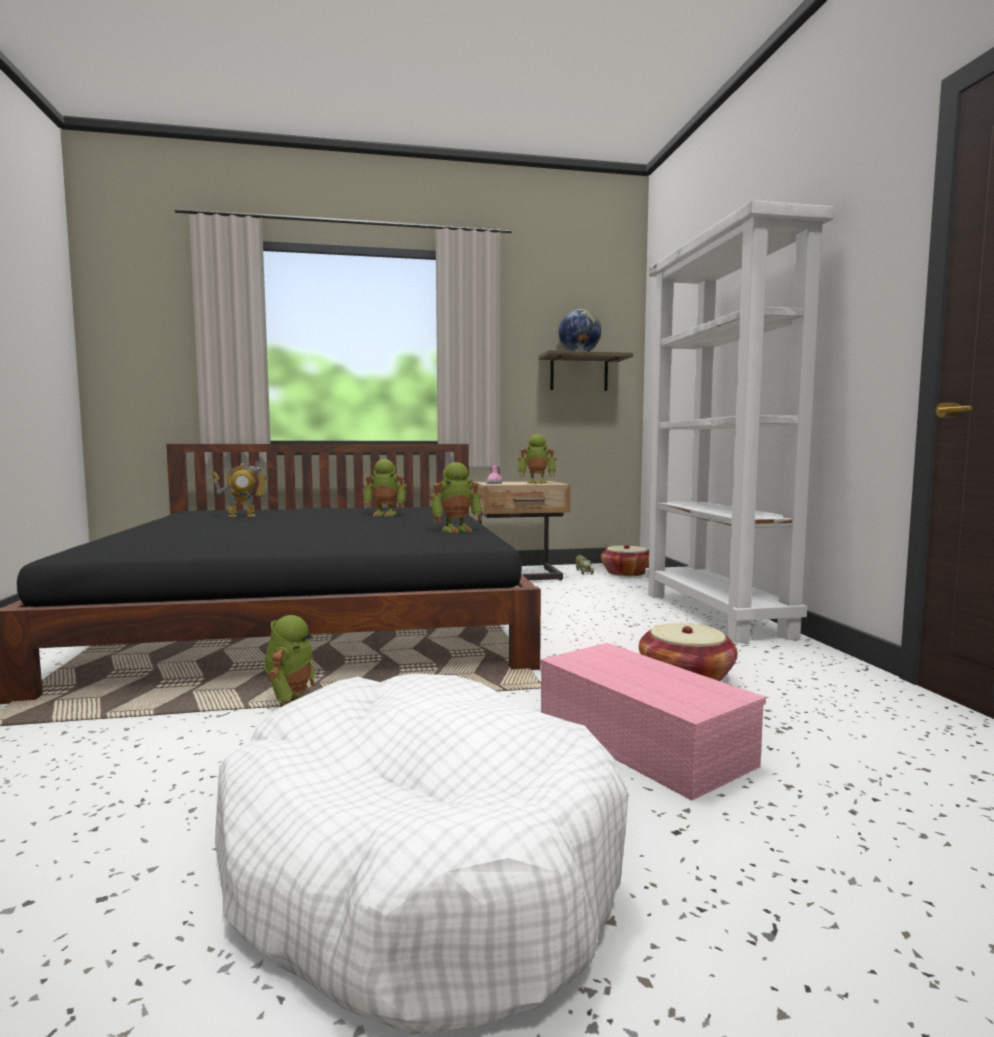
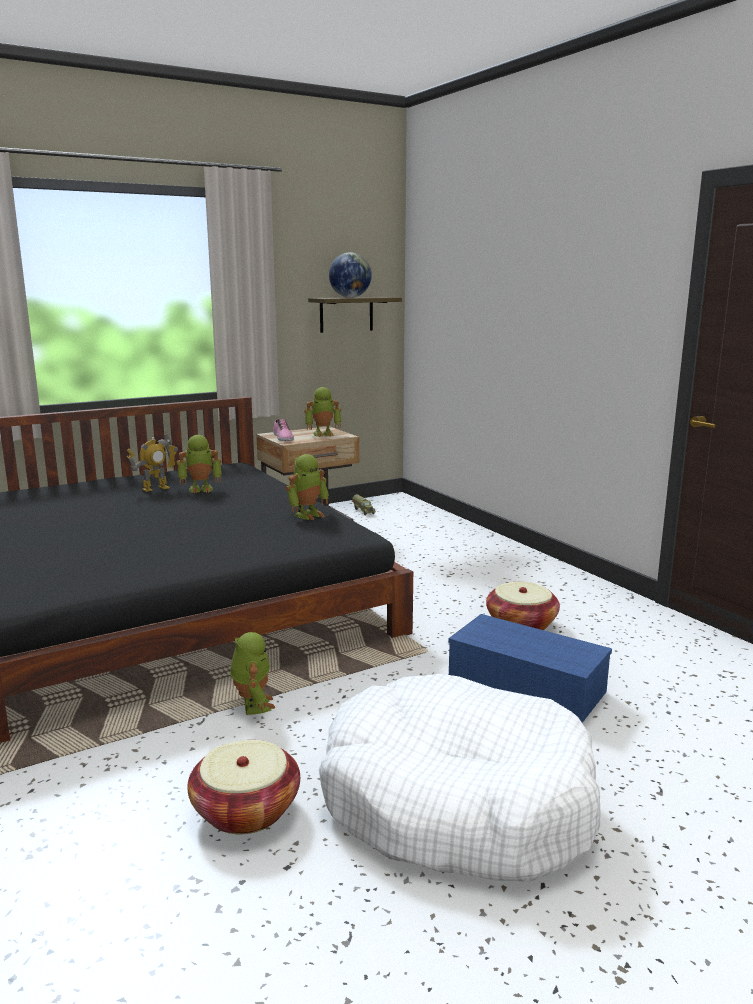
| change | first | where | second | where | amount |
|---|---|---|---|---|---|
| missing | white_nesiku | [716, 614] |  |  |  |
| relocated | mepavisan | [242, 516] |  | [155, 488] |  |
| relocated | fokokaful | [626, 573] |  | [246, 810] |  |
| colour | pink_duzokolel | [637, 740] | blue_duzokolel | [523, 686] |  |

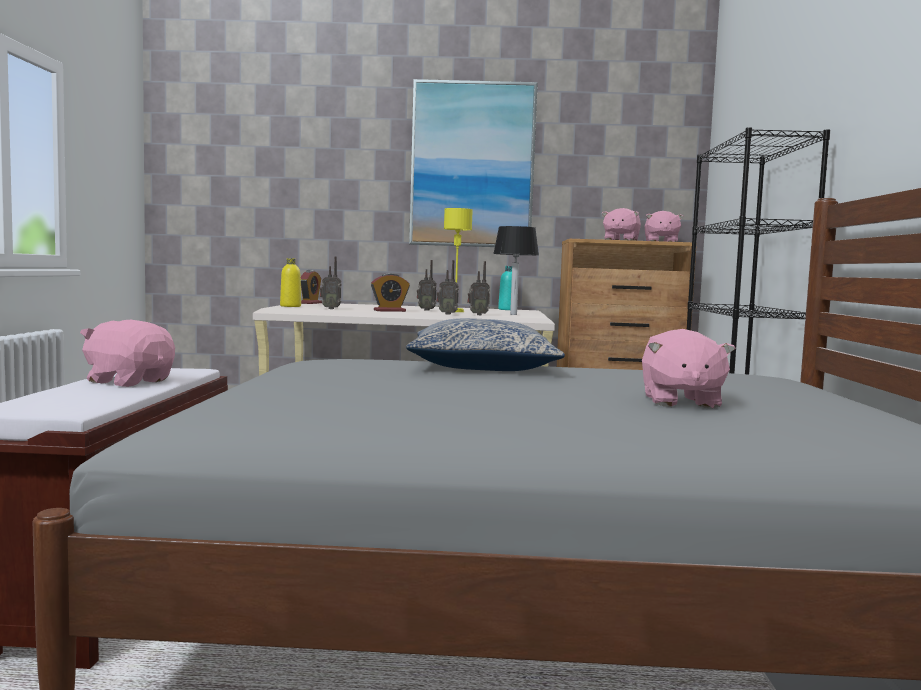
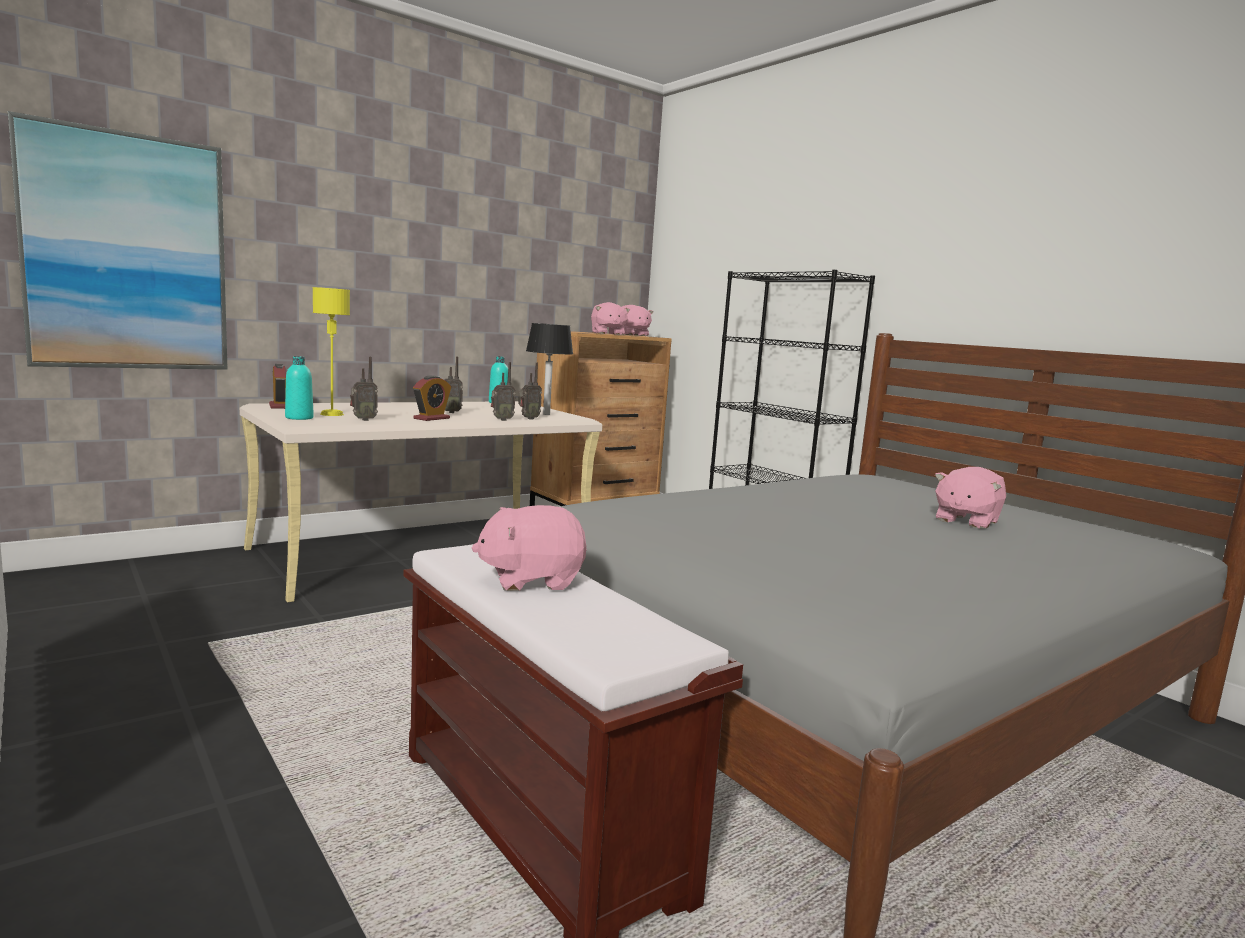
| change | first | where | second | where | amount |
|---|---|---|---|---|---|
| relocated | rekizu | [472, 165] |  | [127, 253] |  |
| relocated | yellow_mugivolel | [455, 311] |  | [332, 414] |  |
| colour | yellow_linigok | [290, 306] | turquoise_linigok | [299, 418] |  |
| missing | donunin | [482, 366] |  |  |  |
| spun | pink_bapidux | [680, 401] |  | [965, 521] | 75 degrees clockwise |

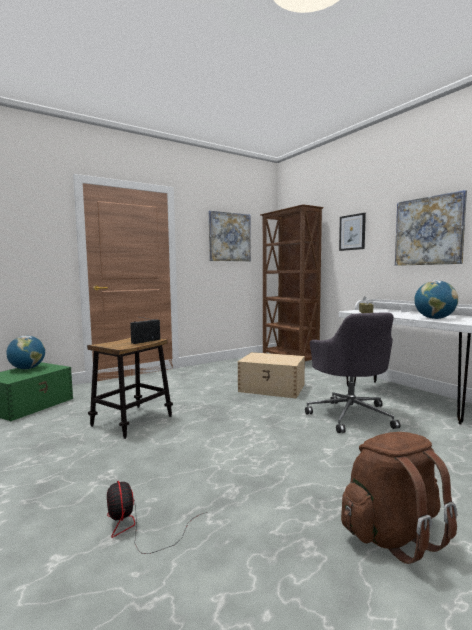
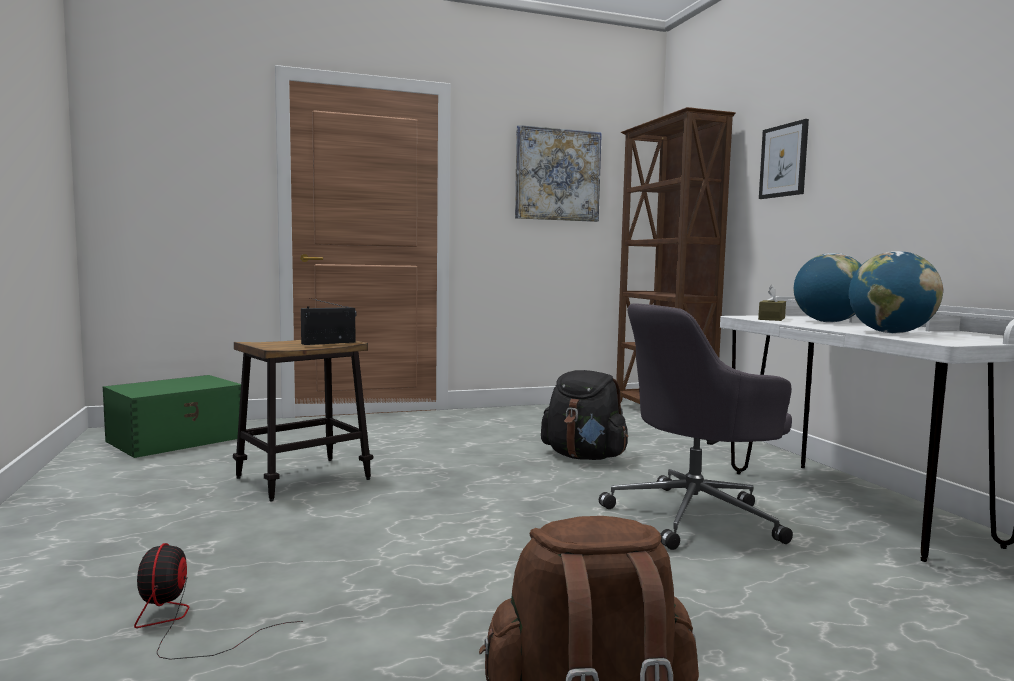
| change | first | where | second | where | amount |
|---|---|---|---|---|---|
| missing | rekizu | [428, 231] |  |  |  |
| spun | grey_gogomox | [350, 415] |  | [695, 516] | 60 degrees clockwise |
| relocated | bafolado | [27, 368] |  | [828, 322] |  |
| exchanged | beige_duzokolel | [272, 388] | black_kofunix | [584, 457] |  |

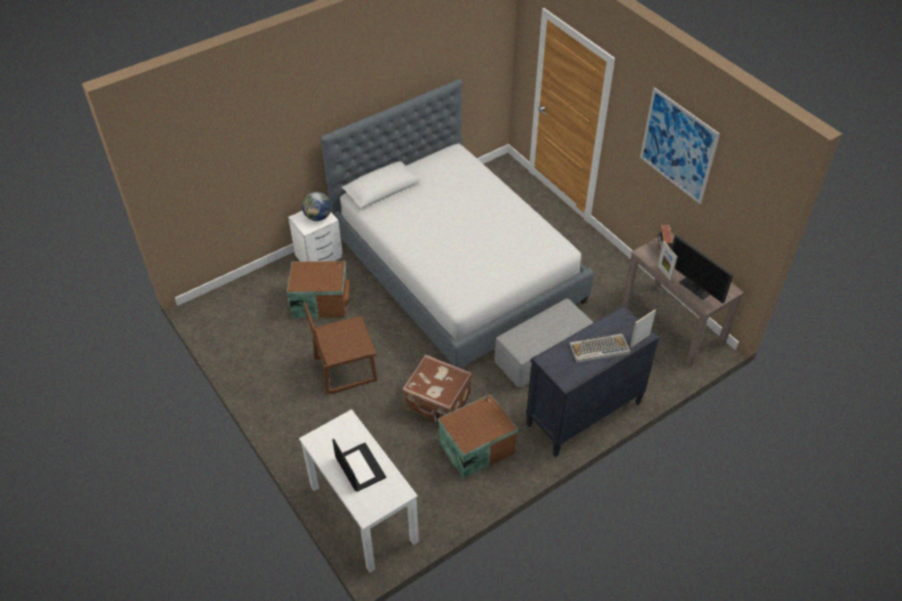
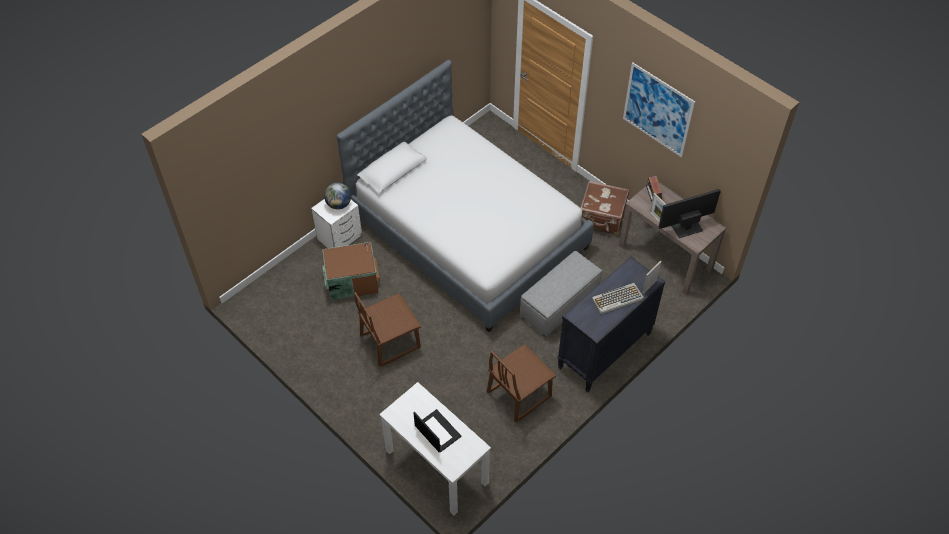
| change | first | where | second | where | amount |
|---|---|---|---|---|---|
| spun | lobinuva | [697, 286] |  | [686, 228] | 120 degrees clockwise |
| relocated | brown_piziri | [437, 404] |  | [602, 219] |  |
| exchanged | brown_duzokolel | [475, 447] | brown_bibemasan | [518, 394] |  |

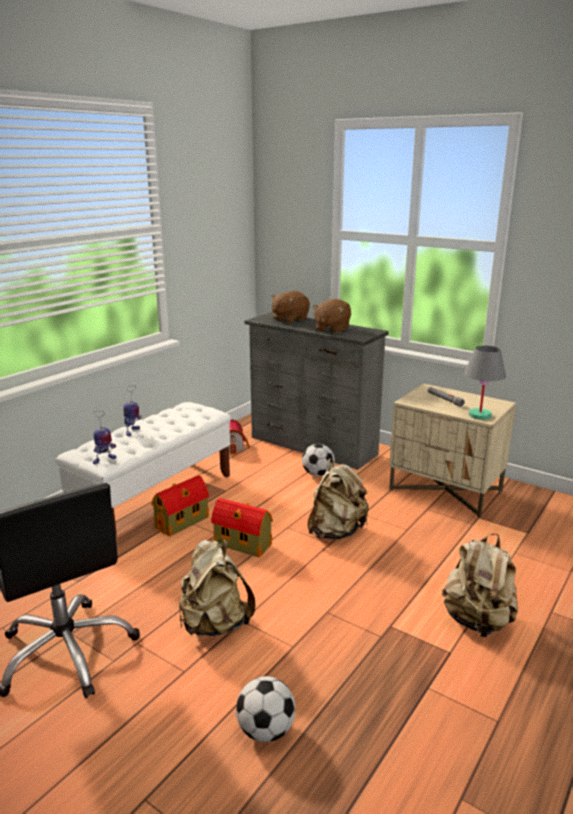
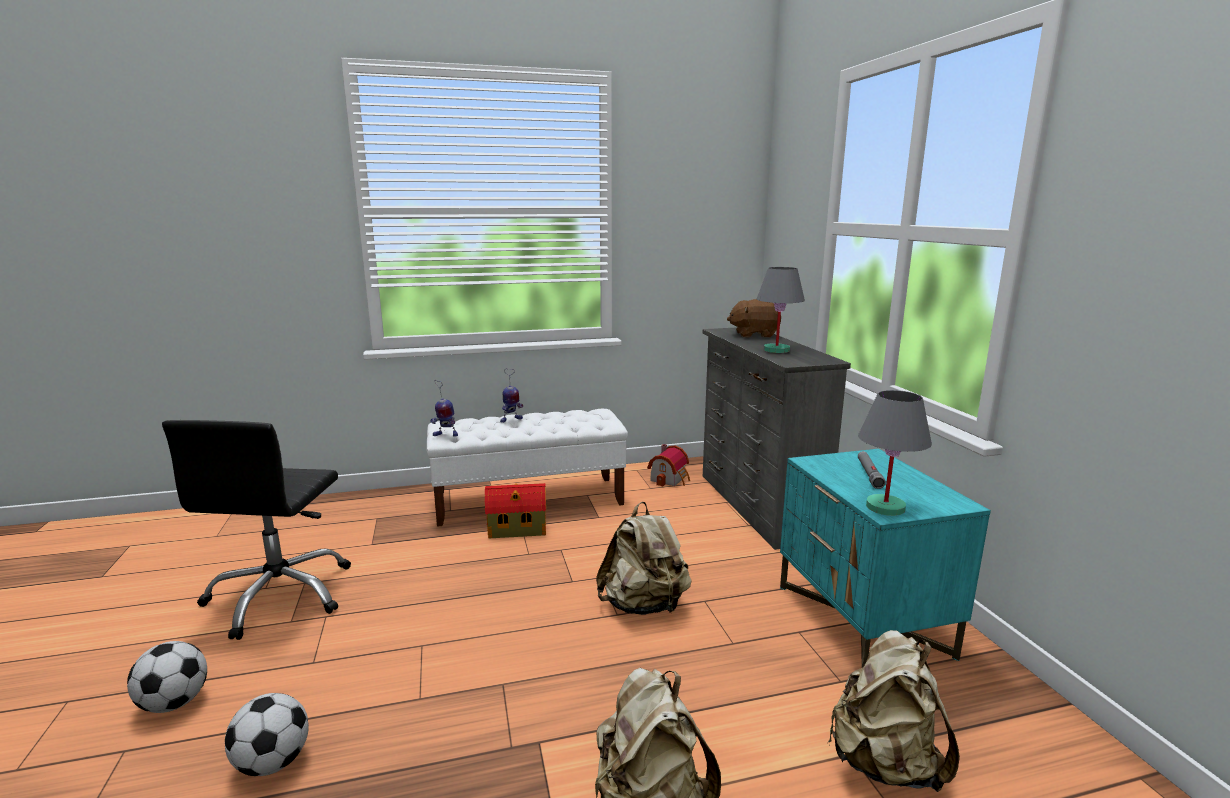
| change | first | where | second | where | amount |
|---|---|---|---|---|---|
| exchanged | brown_bapidux | [331, 329] | grey_mugivolel | [777, 350] |  |
| colour | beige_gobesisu | [446, 491] | turquoise_gobesisu | [863, 621] |  |
| relocated | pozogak | [317, 474] |  | [174, 703] |  |
| missing | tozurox | [244, 544] |  |  |  |
| relocated | beige_kofunix | [214, 624] |  | [884, 763] |  |

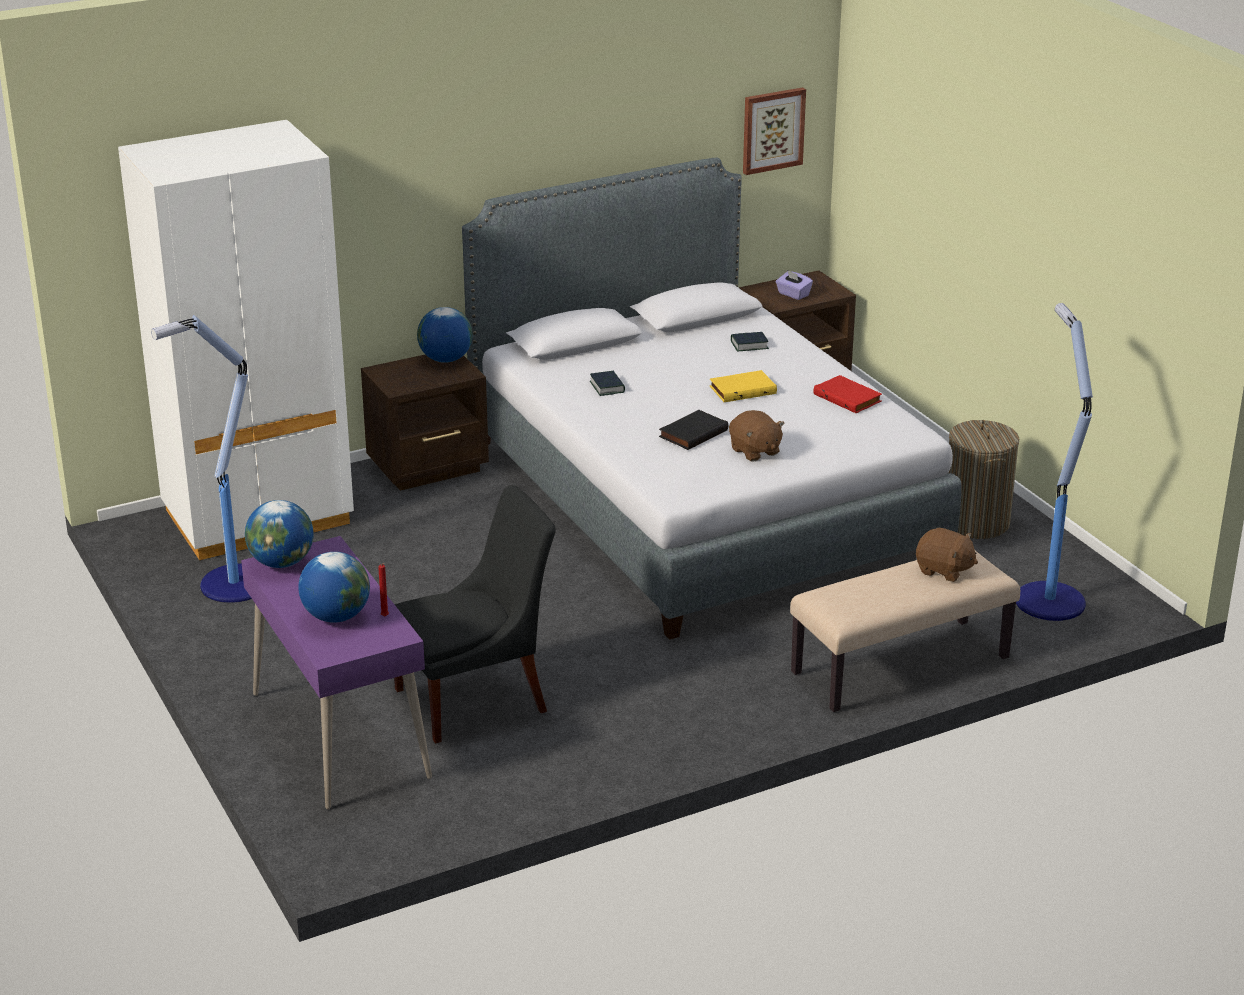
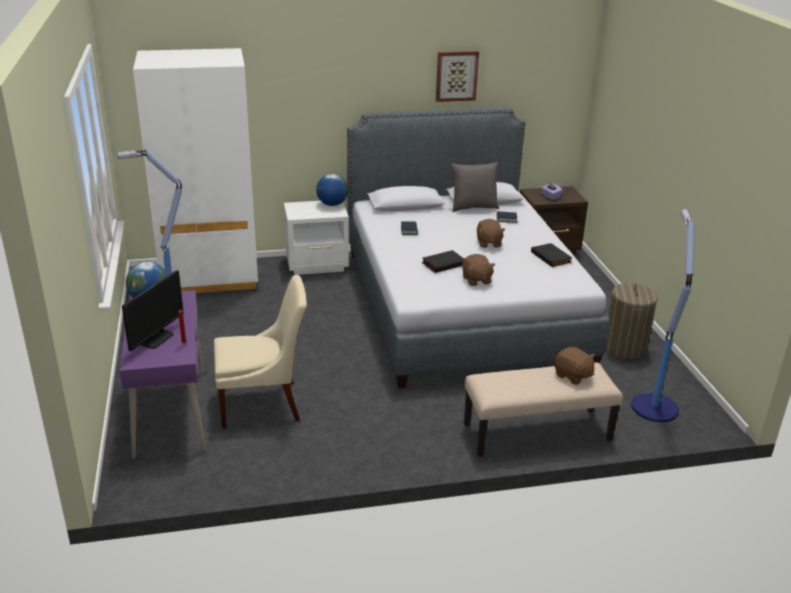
| change | first | where | second | where | amount |
|---|---|---|---|---|---|
| relocated | rekizu | [772, 130] |  | [456, 75] |  |
| colour | brown_gobesisu | [430, 467] | white_gobesisu | [318, 265] |  |
| exchanged | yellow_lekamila | [742, 389] | brown_bapidux | [488, 243] |  |
| colour | red_lekamila | [848, 397] | black_lekamila | [552, 257] |  |
| colour | black_bibemasan | [477, 698] | beige_bibemasan | [264, 404] |  |
| exchanged | bafolado | [336, 616] | lobinuva | [156, 338] |  |
| appeared |  |  | grey_donunin | [473, 207] |  |

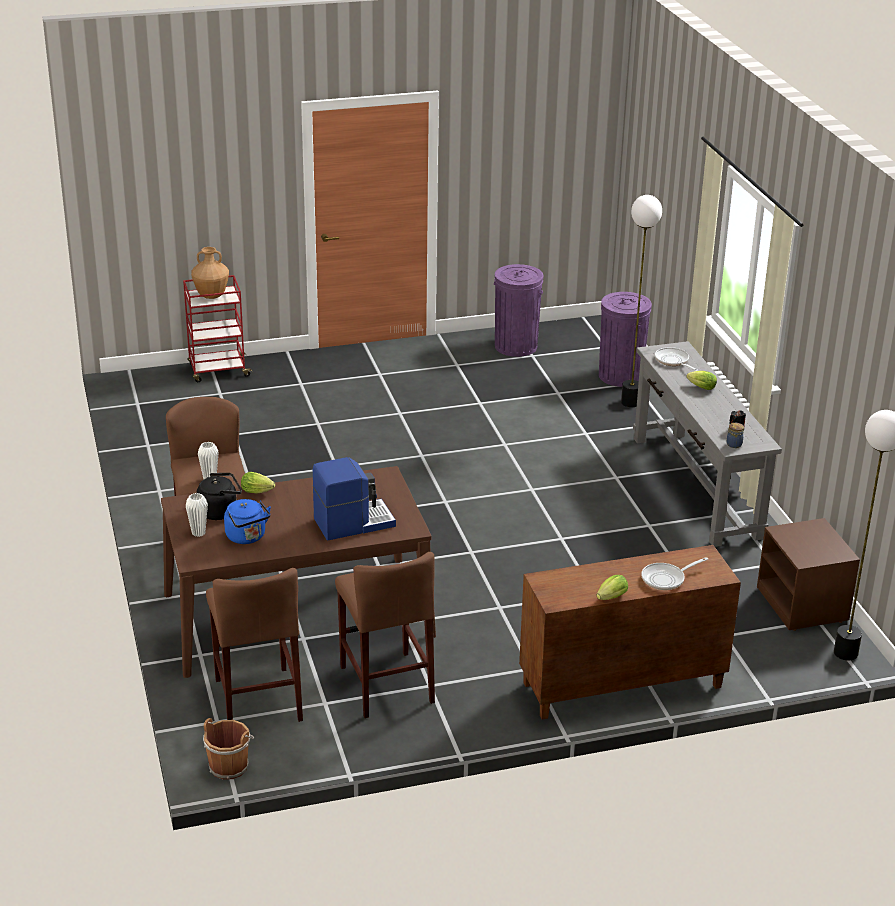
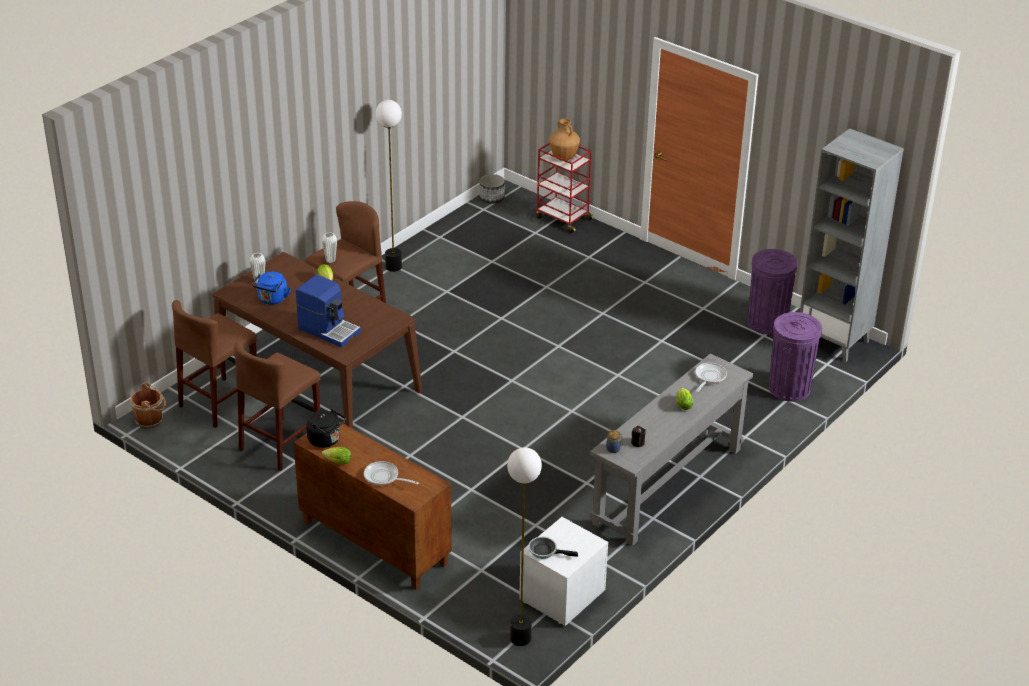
| change | first | where | second | where | amount |
|---|---|---|---|---|---|
| relocated | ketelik | [631, 402] |  | [393, 267] |  |
| relocated | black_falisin | [220, 511] |  | [326, 440] |  |
| colour | brown_gobesisu | [803, 604] | white_gobesisu | [562, 596] |  |
| appeared |  |  | grey_nesiku | [834, 341] |  |
| appeared |  |  | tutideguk | [492, 198] |  |
| appeared |  |  | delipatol | [545, 551] |  |

